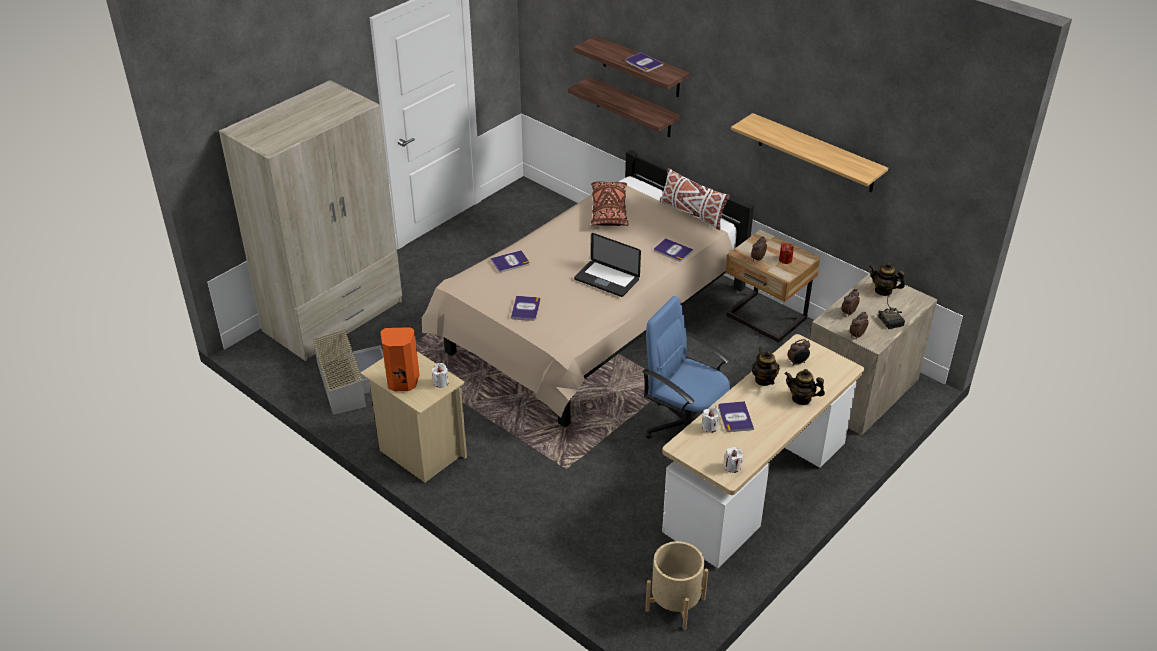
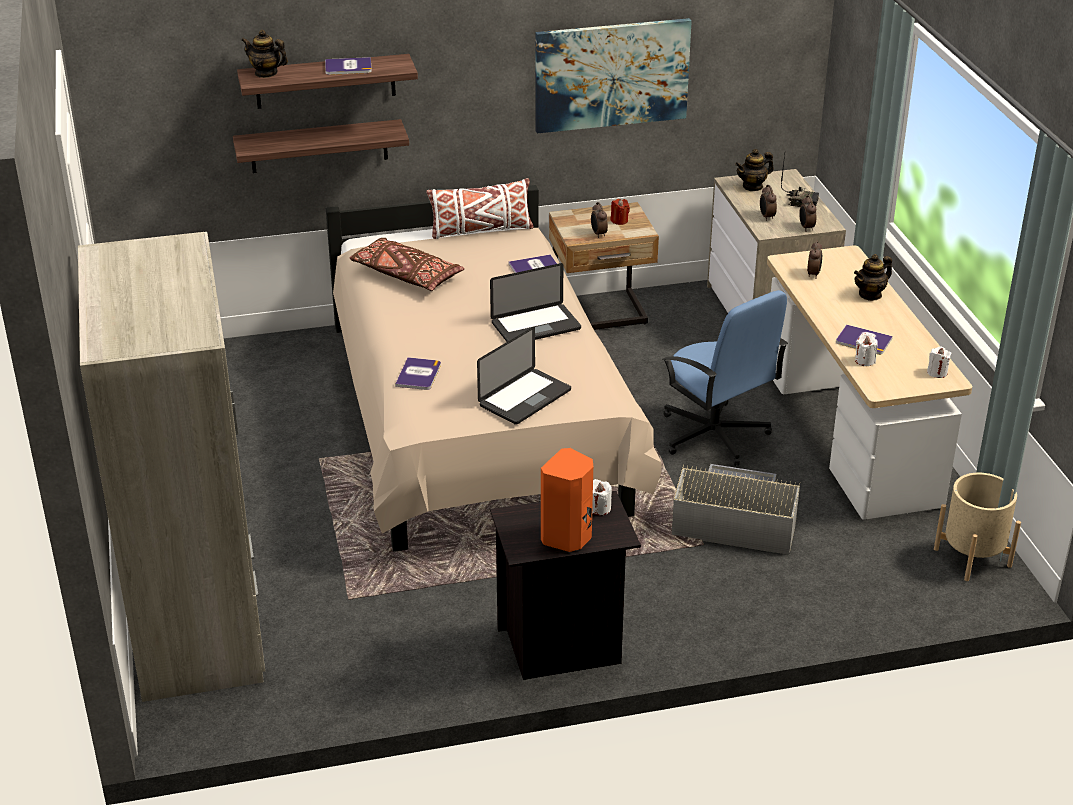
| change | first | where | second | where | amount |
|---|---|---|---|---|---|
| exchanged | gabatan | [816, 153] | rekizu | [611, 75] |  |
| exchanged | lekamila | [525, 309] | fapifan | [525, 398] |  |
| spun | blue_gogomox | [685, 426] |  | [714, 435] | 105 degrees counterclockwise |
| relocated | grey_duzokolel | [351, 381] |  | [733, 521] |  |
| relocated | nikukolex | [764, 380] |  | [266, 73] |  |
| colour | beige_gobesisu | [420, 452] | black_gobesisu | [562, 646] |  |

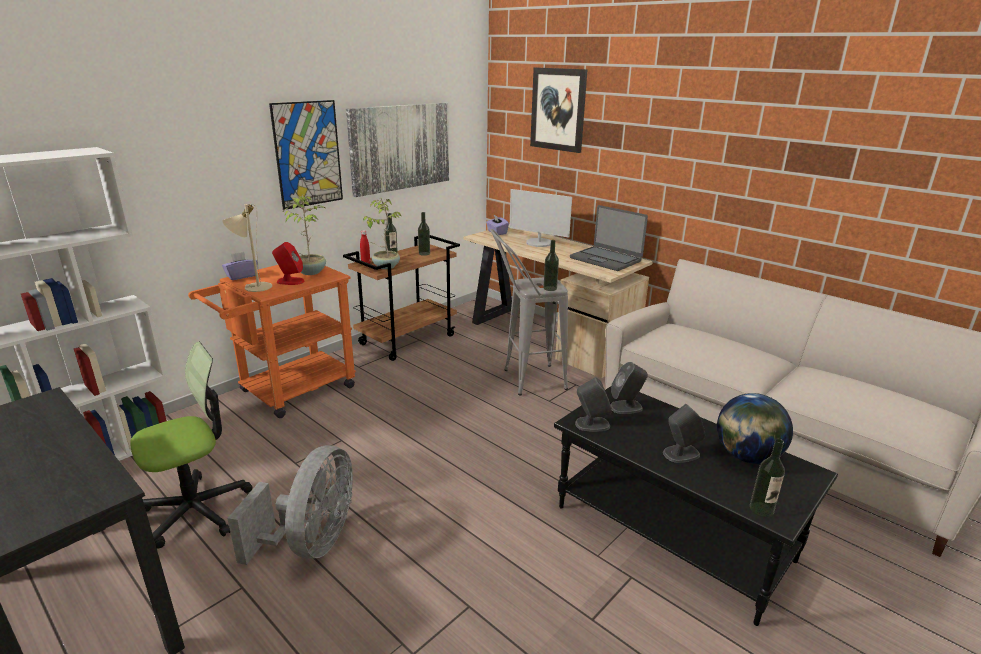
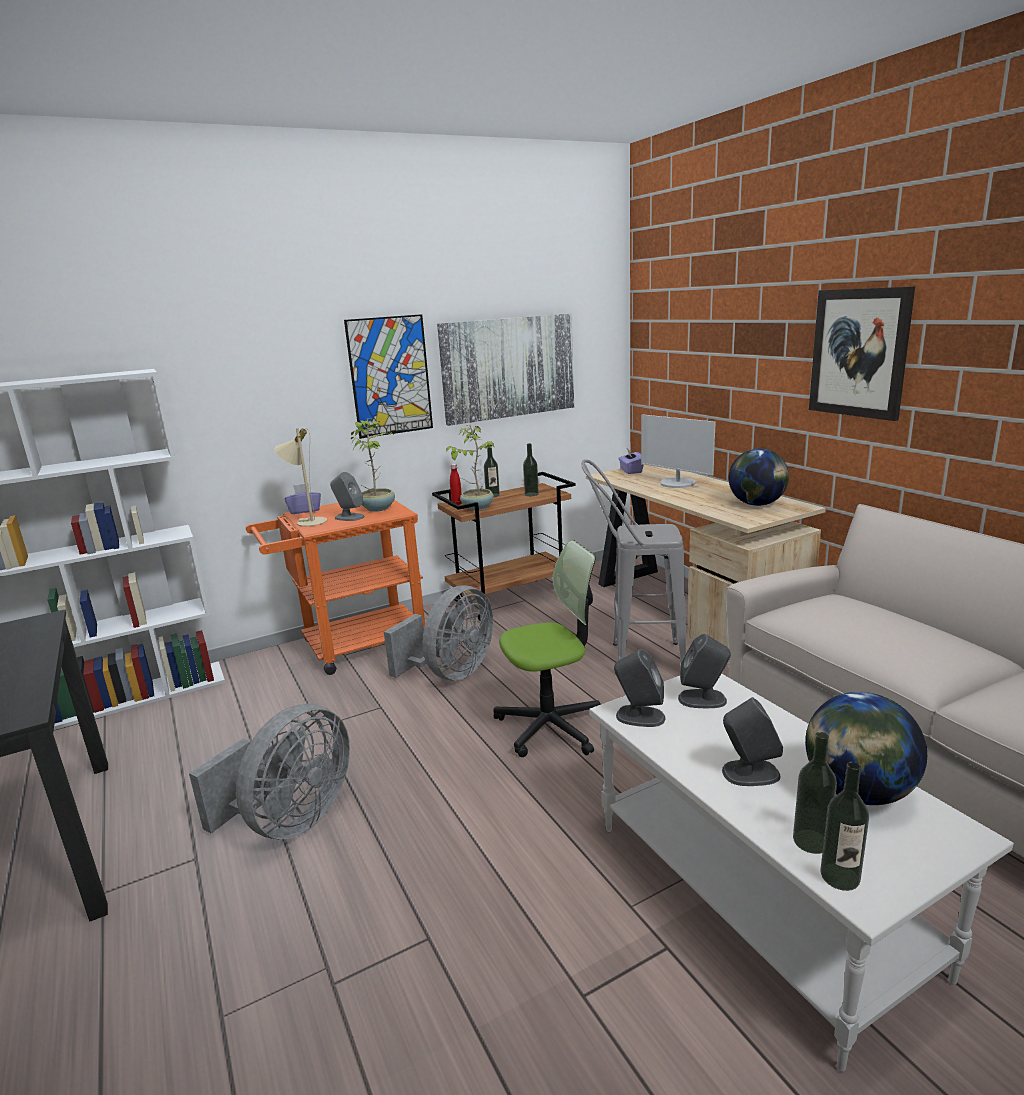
| change | first | where | second | where | amount |
|---|---|---|---|---|---|
| relocated | rekizu | [558, 109] |  | [859, 353] |  |
| exchanged | fapifan | [606, 259] | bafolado | [757, 504] |  |
| relocated | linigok | [550, 288] |  | [811, 841] |  |
| colour | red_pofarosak | [290, 281] | grey_pofarosak | [349, 517] |  |
| relocated | gogomox | [197, 510] |  | [551, 726] |  |
| colour | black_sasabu | [673, 532] | white_sasabu | [760, 895] |  |
| appeared |  |  | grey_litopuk | [451, 673] |  |

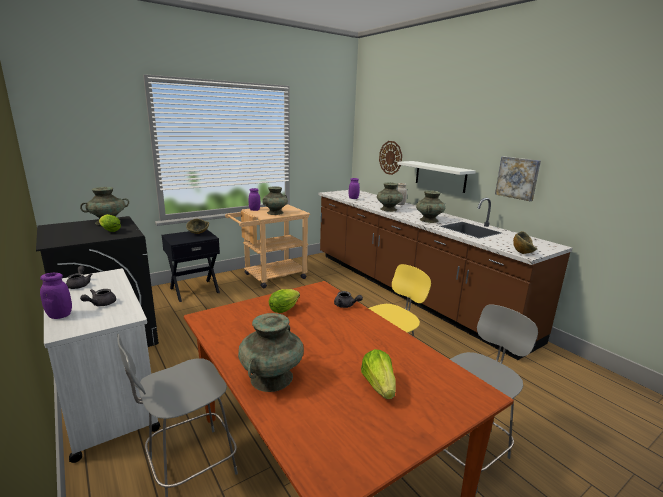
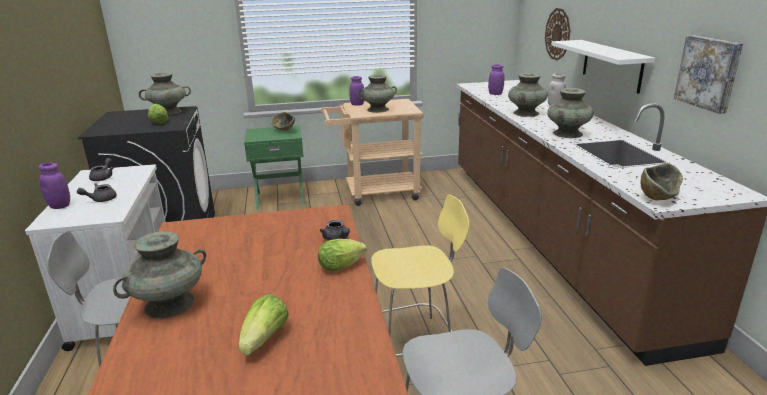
| change | first | where | second | where | amount |
|---|---|---|---|---|---|
| colour | black_gobesisu | [194, 290] | green_gobesisu | [280, 198] |  |
| relocated | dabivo | [285, 309] |  | [343, 266] |  |

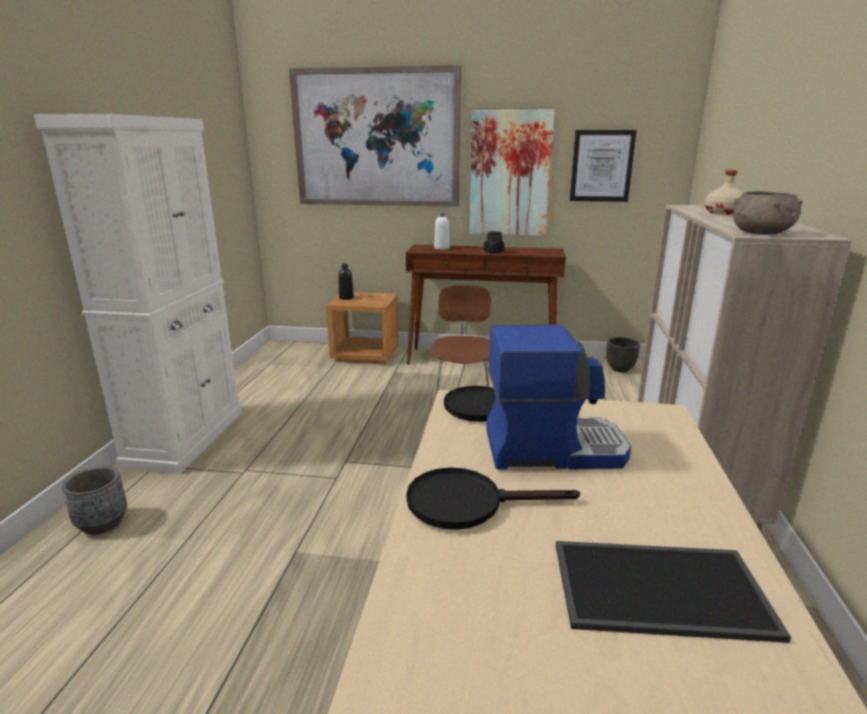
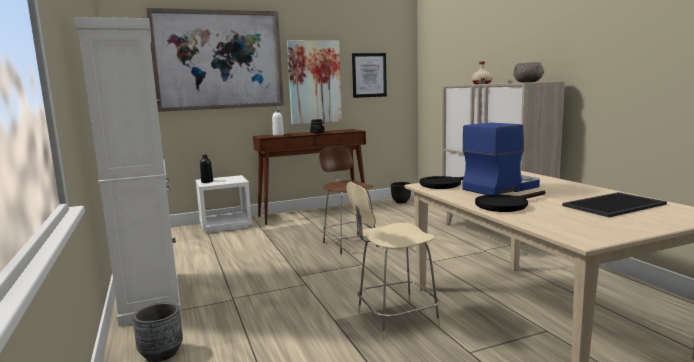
| change | first | where | second | where | amount |
|---|---|---|---|---|---|
| colour | brown_gobesisu | [366, 354] | white_gobesisu | [225, 225] |  |
| appeared |  |  | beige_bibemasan | [394, 319] |  |

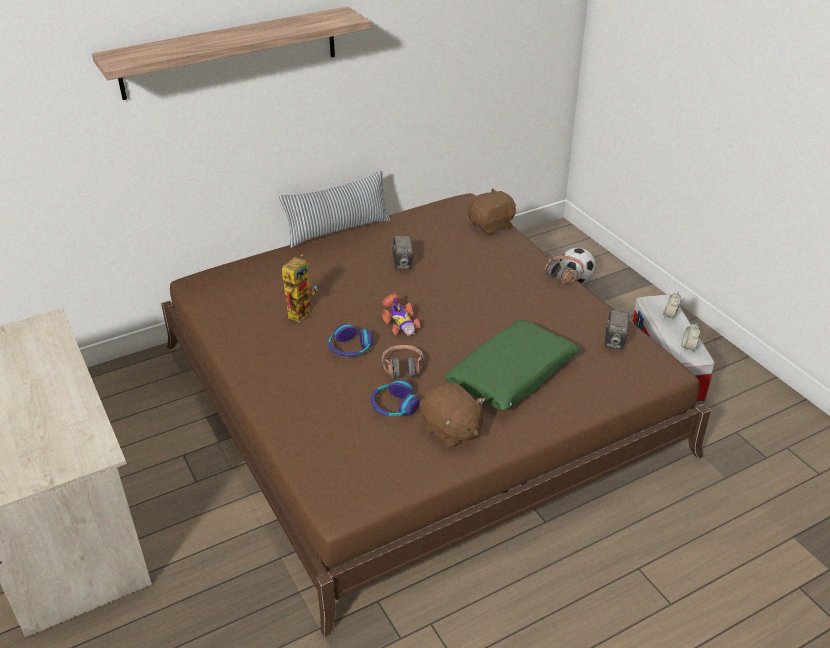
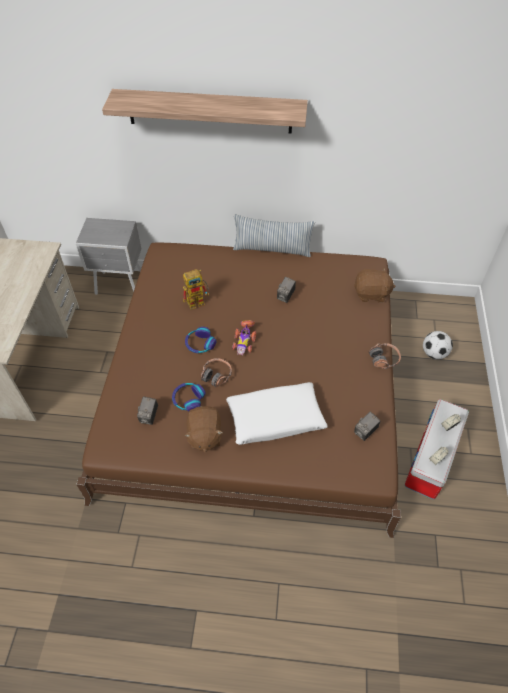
| change | first | where | second | where | amount |
|---|---|---|---|---|---|
| colour | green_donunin | [512, 375] | white_donunin | [275, 418] |  |
| appeared |  |  | grey_gobesisu | [121, 286] |  |
| appeared |  |  | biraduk | [149, 416] |  |

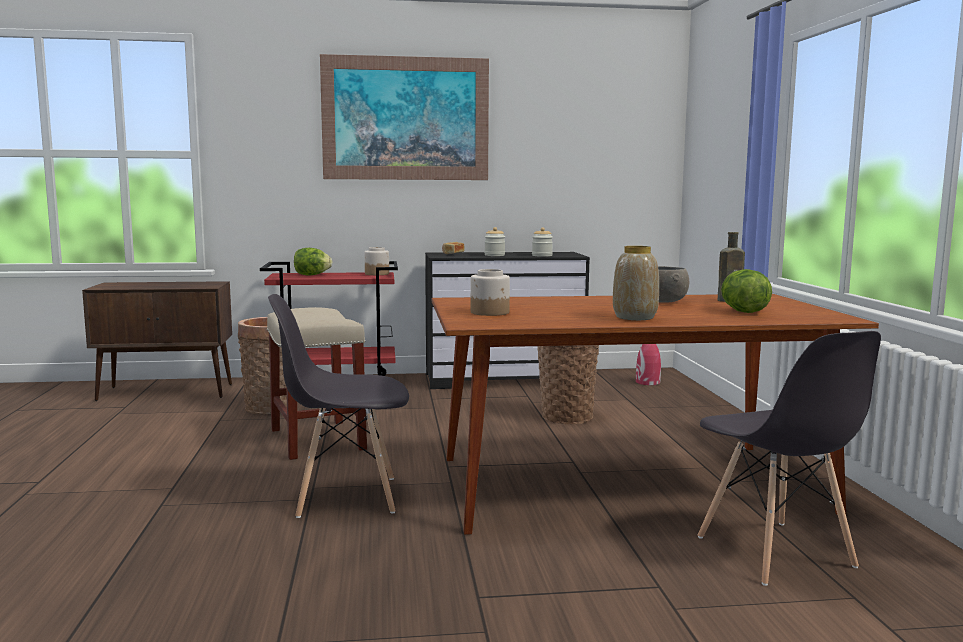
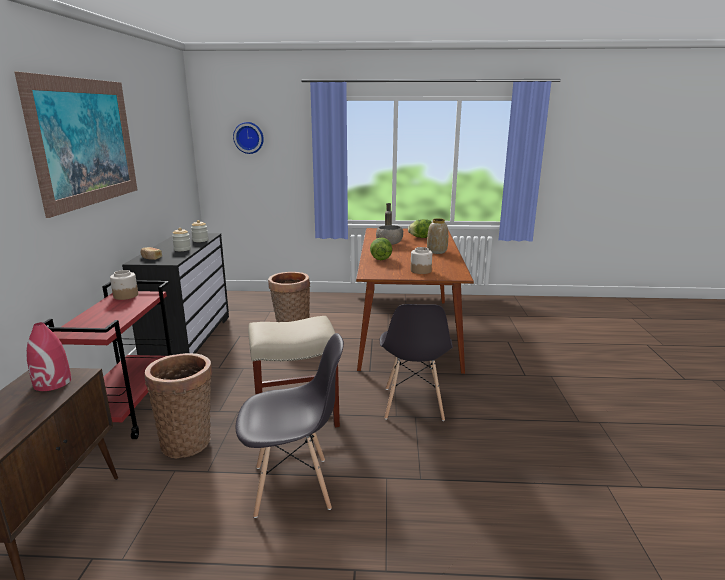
| change | first | where | second | where | amount |
|---|---|---|---|---|---|
| relocated | dabivo | [311, 275] |  | [380, 259] |  |
| relocated | grey_bibemasan | [775, 553] |  | [293, 487] |  |
| relocated | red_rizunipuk | [647, 382] |  | [52, 383] |  |
| appeared |  |  | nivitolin | [249, 137] |  |

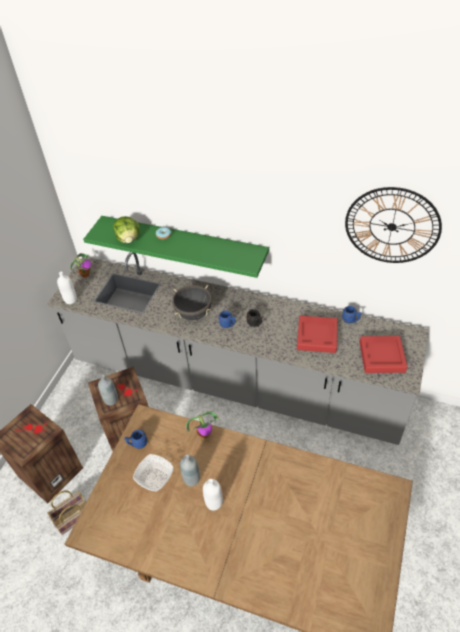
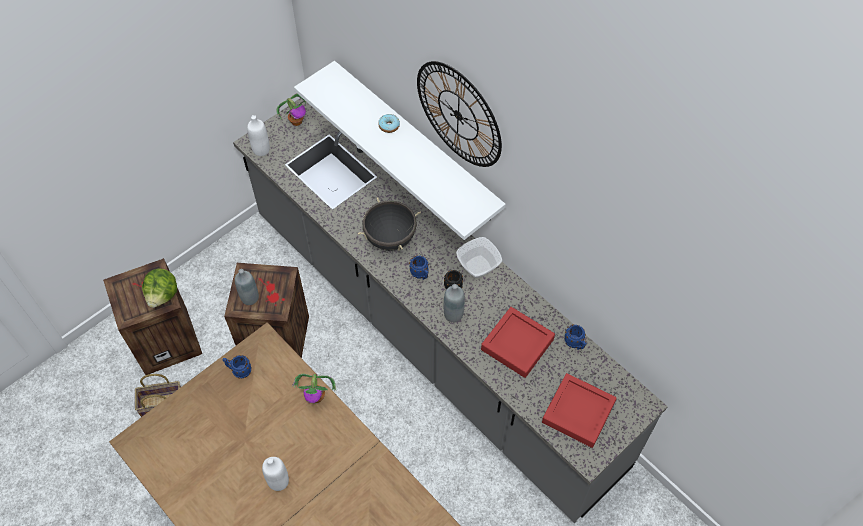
| change | first | where | second | where | amount |
|---|---|---|---|---|---|
| relocated | nivitolin | [392, 226] |  | [458, 115] |  |
| colour | green_gabatan | [183, 242] | white_gabatan | [416, 142] |  |
| relocated | dabivo | [129, 239] |  | [163, 295] |  |
| relocated | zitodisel | [156, 480] |  | [479, 266] |  |
| relocated | grey_linigok | [191, 479] |  | [453, 314] |  |

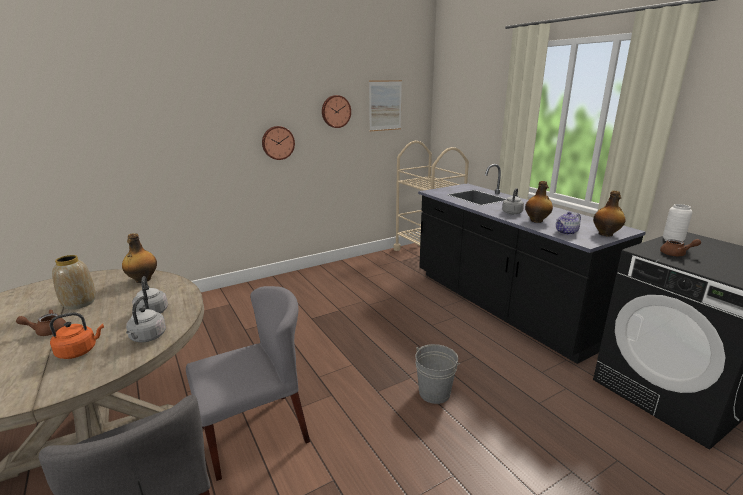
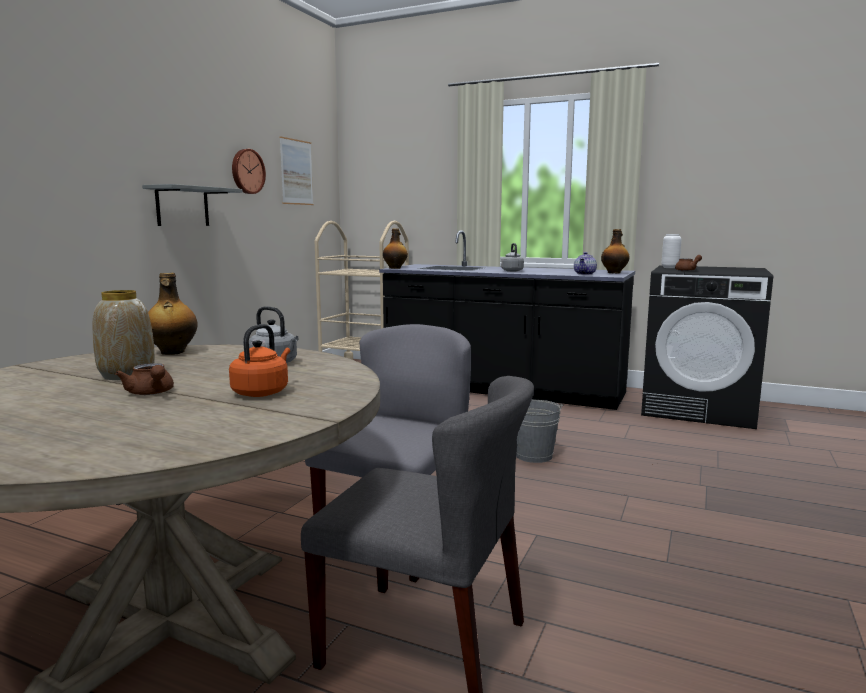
| change | first | where | second | where | amount |
|---|---|---|---|---|---|
| exchanged | nivitolin | [277, 142] | grey_gabatan | [182, 206] |  |
| relocated | linigok | [537, 221] |  | [395, 268] |  |
| missing | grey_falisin | [147, 337] |  |  |  |
| spun | brown_nikukolex | [47, 331] |  | [151, 393] | 75 degrees counterclockwise |

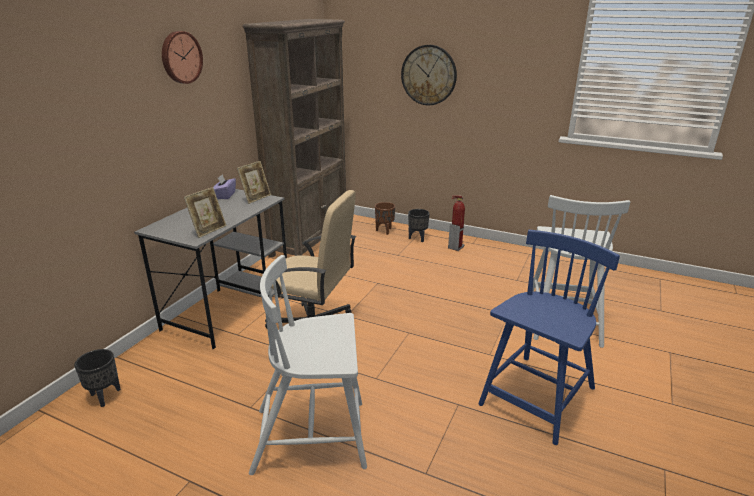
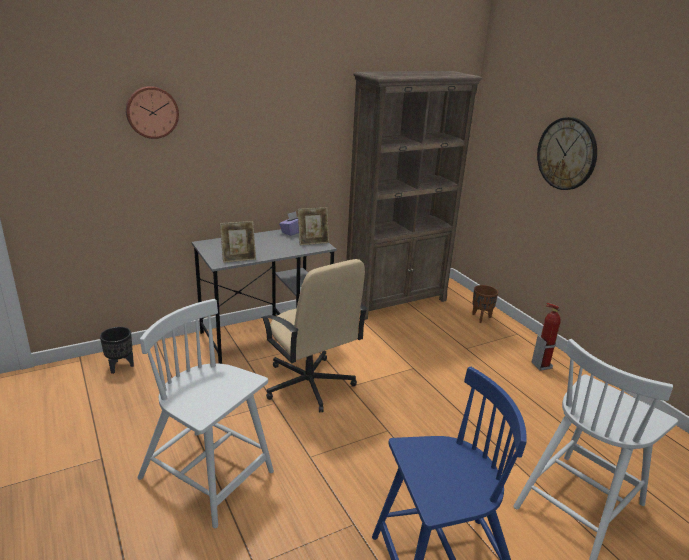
| change | first | where | second | where | amount |
|---|---|---|---|---|---|
| relocated | nivitolin | [180, 57] |  | [152, 112] |  |
| missing | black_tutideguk | [418, 238] |  |  |  |

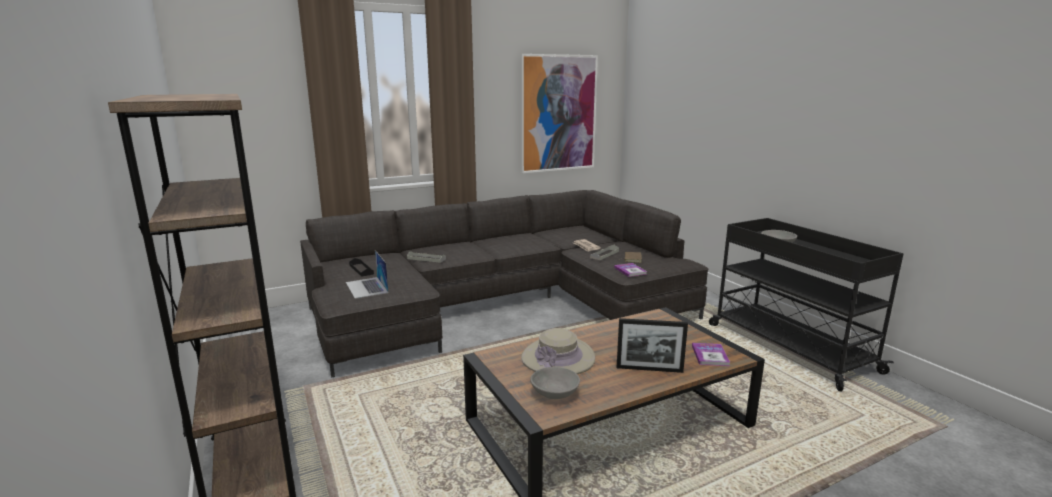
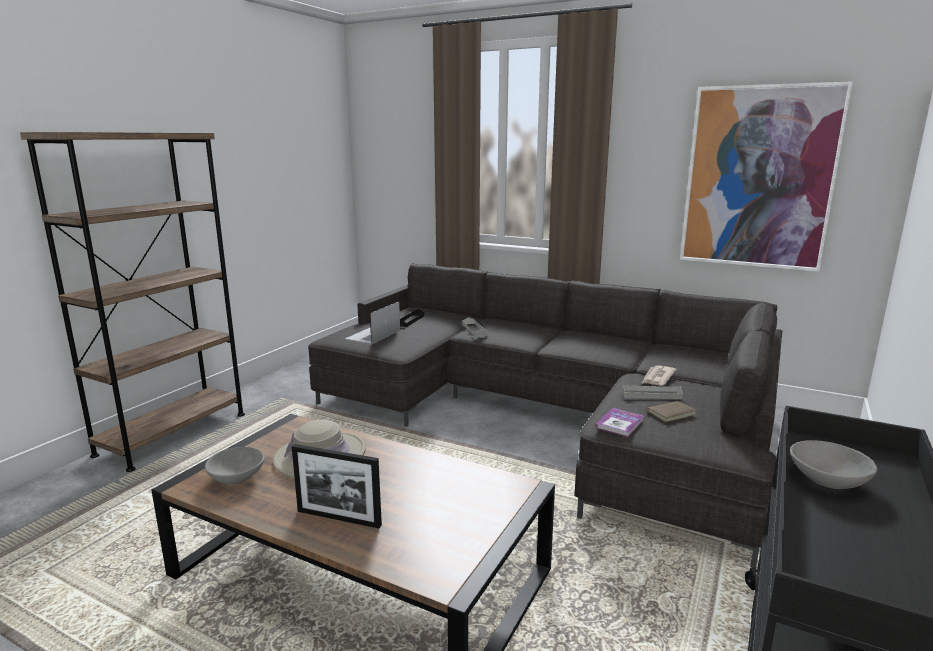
| change | first | where | second | where | amount |
|---|---|---|---|---|---|
| spun | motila | [649, 369] |  | [339, 518] | 45 degrees counterclockwise |
| missing | lekamila | [710, 355] |  |  |  |

